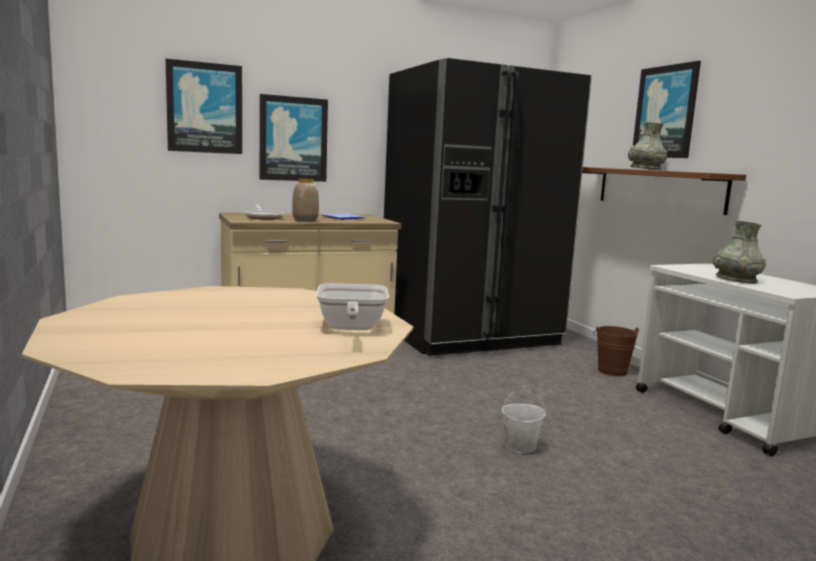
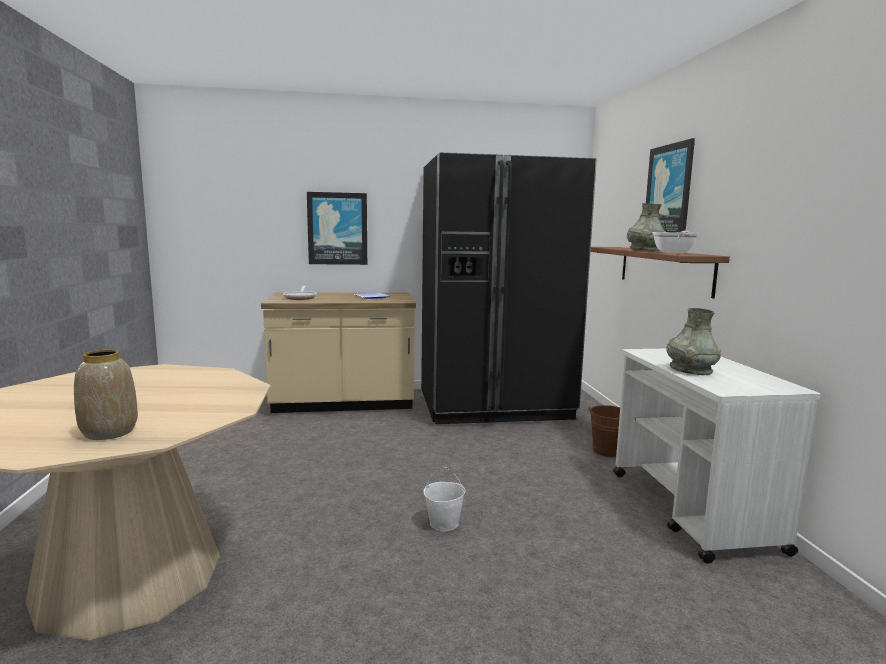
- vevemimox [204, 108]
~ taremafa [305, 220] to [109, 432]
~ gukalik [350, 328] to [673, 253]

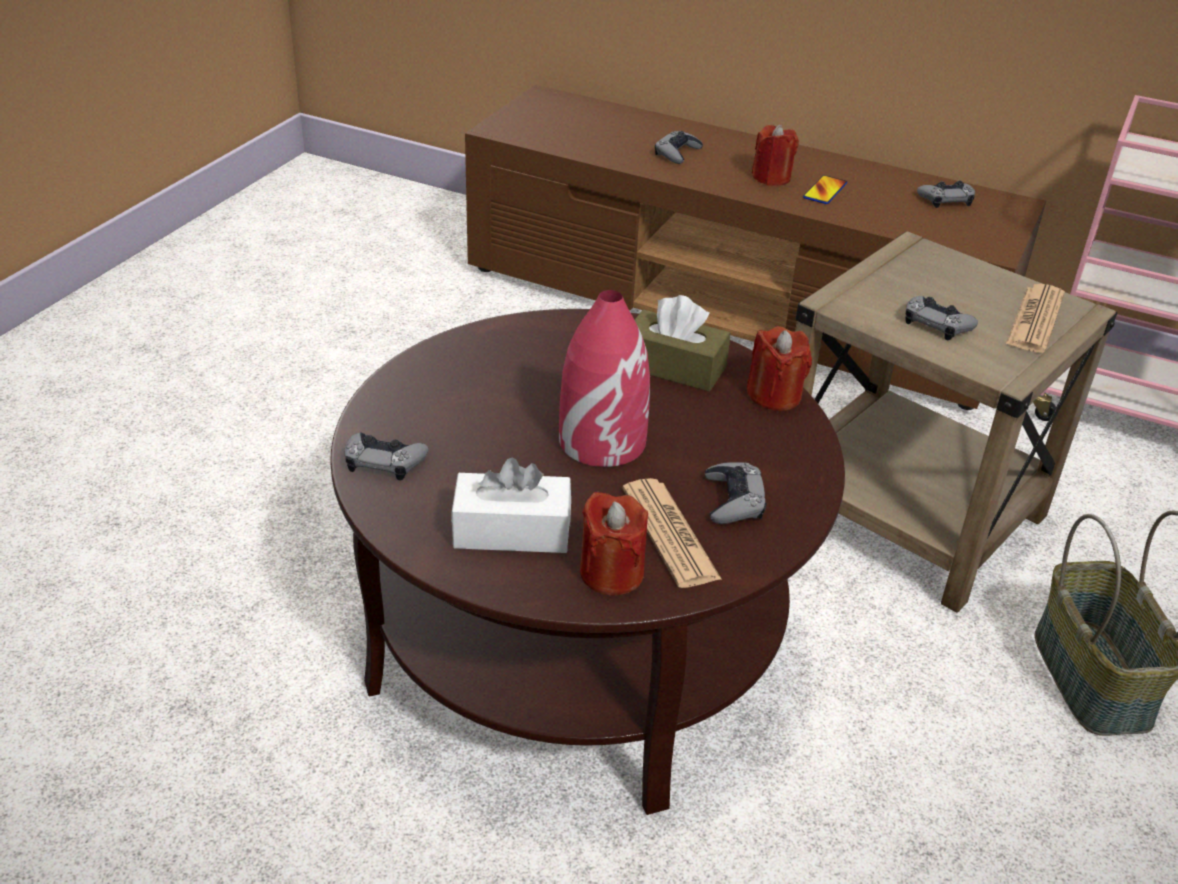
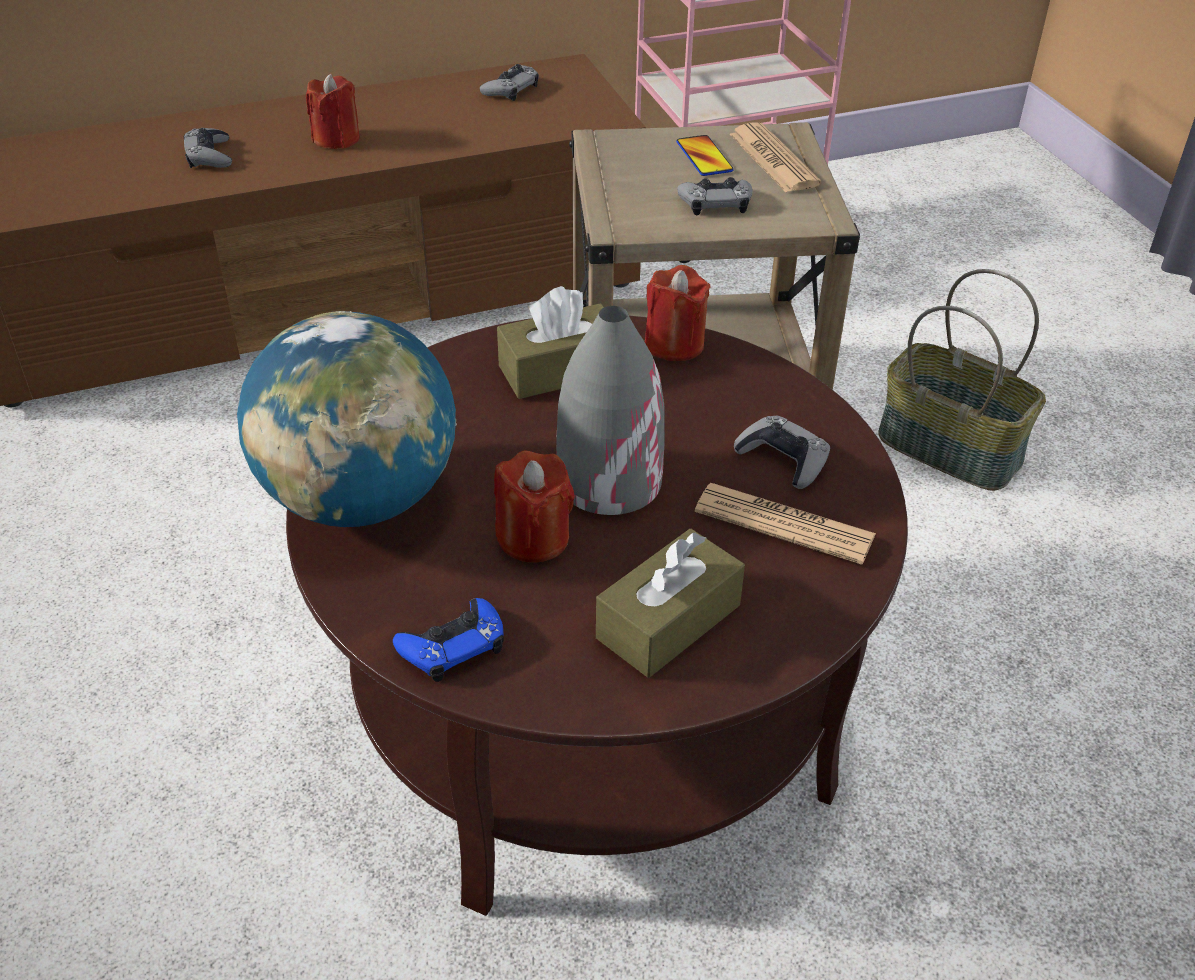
~ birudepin [825, 191] to [704, 157]
~ taremafa (red) [601, 440] to taremafa (grey) [608, 480]
~ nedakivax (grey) [384, 461] to nedakivax (blue) [453, 646]
~ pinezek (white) [512, 531] to pinezek (brown) [668, 621]
~ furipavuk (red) [611, 573] to [533, 538]
+ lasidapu [360, 499]

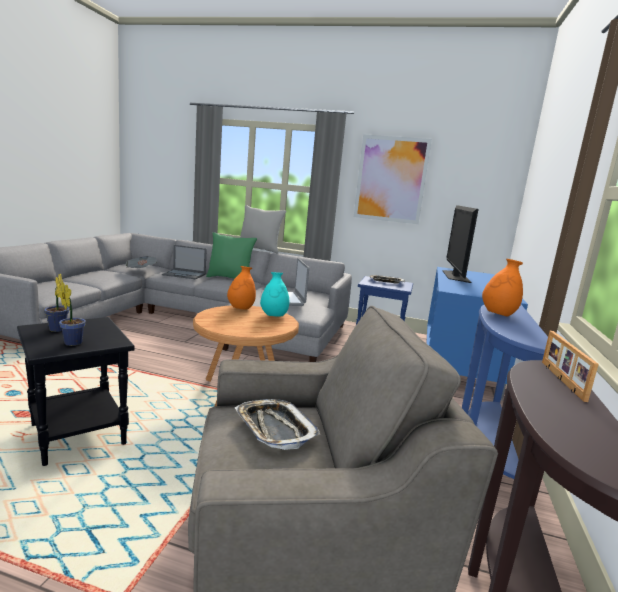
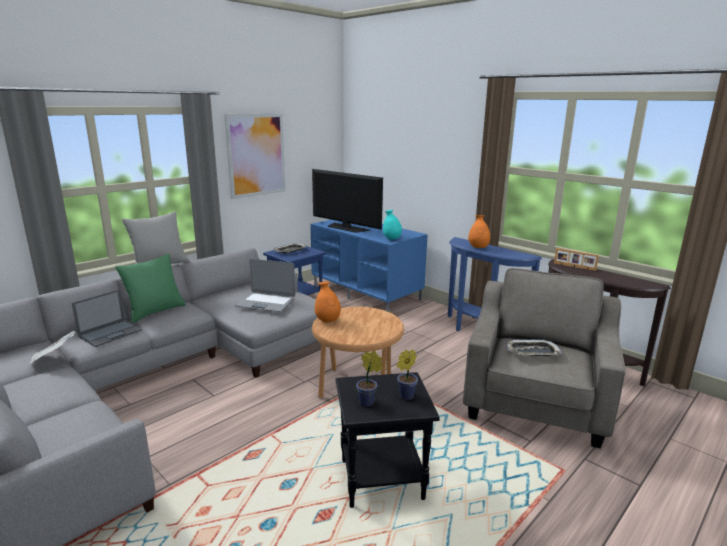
~ taremafa (turquoise) [274, 316] to [392, 239]

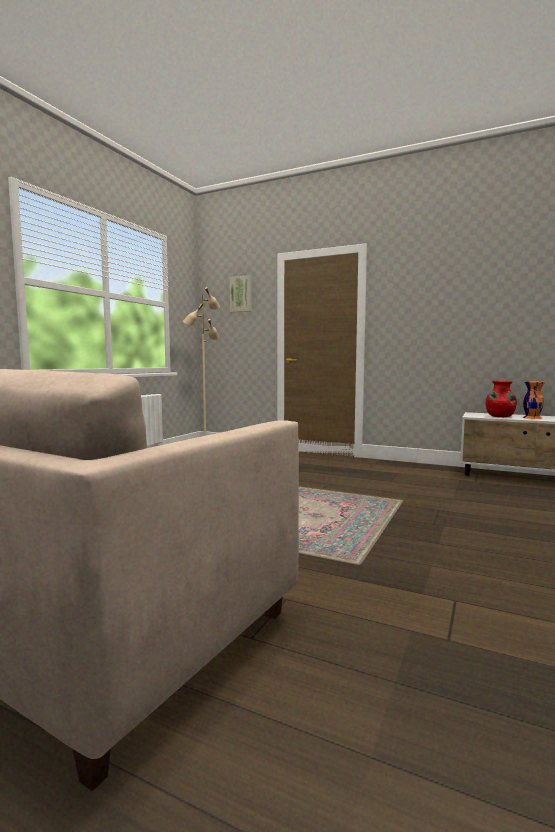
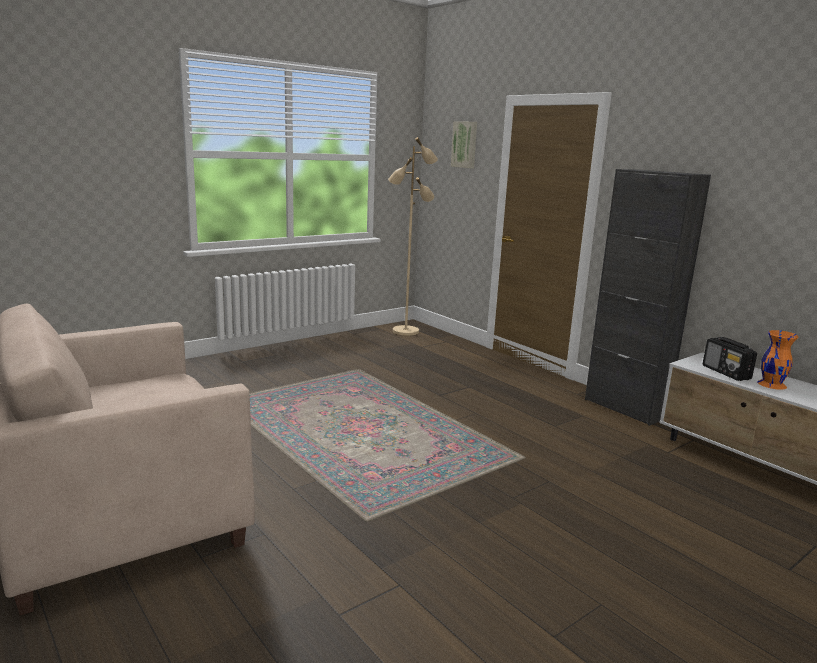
~ taremafa (red) [500, 416] to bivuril [726, 373]
+ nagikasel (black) [625, 408]

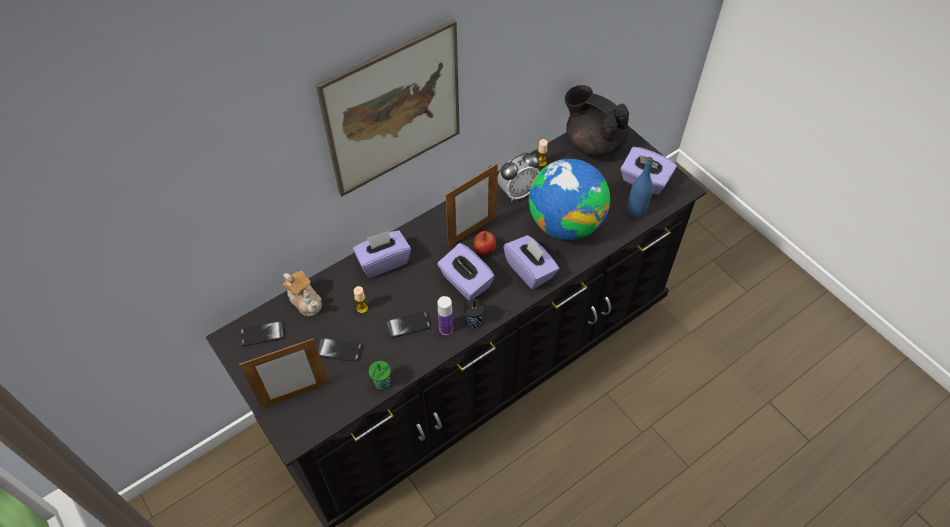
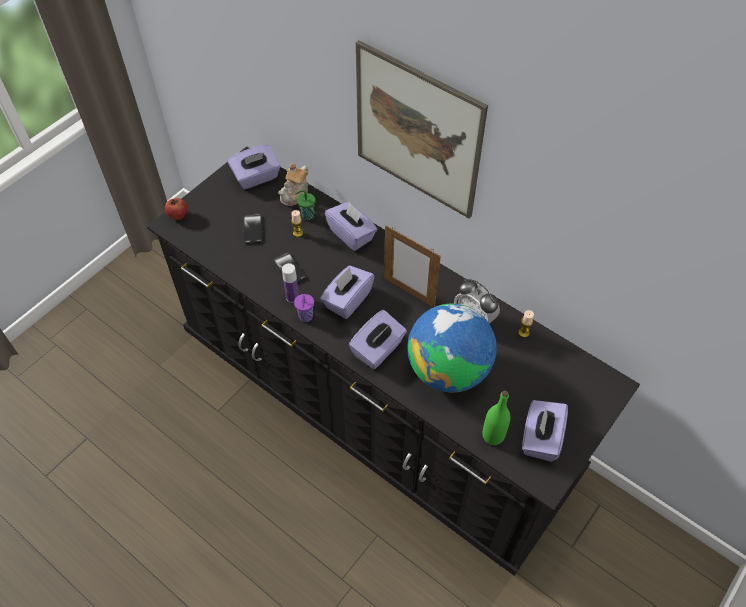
- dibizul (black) [593, 143]
~ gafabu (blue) [636, 210] to gafabu (green) [493, 436]
~ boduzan [484, 250] to [178, 216]
~ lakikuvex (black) [475, 322] to lakikuvex (purple) [305, 317]
~ birudepin [262, 334] to pinezek (purple) [256, 177]
- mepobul [295, 395]
~ lakikuvex (green) [381, 384] to [307, 215]

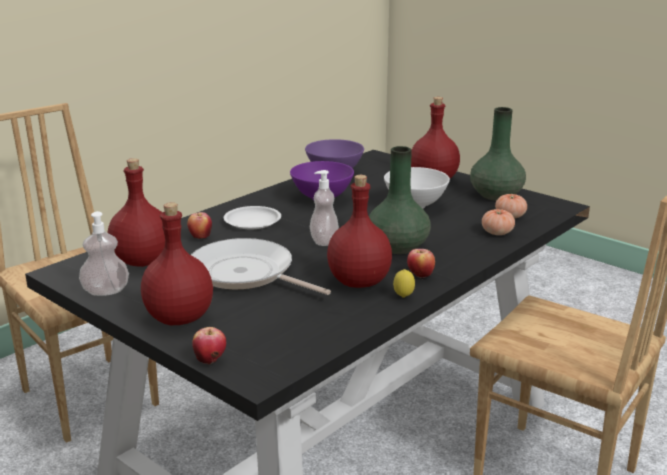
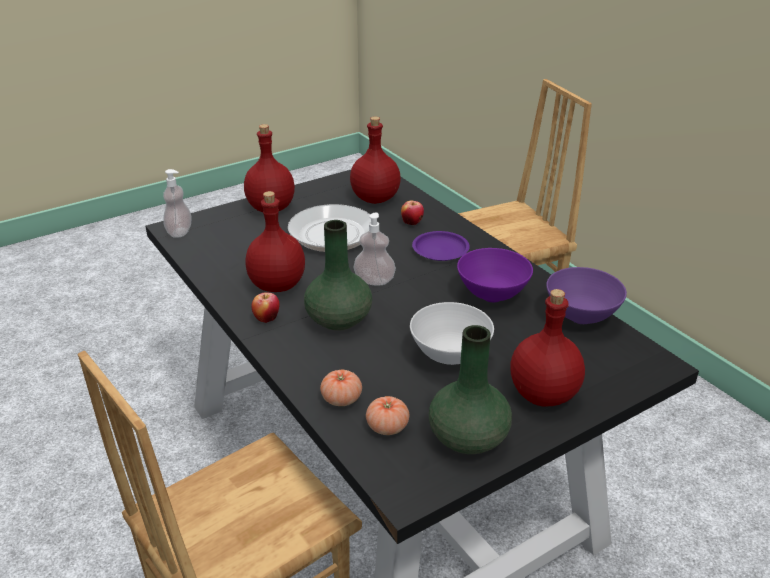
~ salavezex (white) [253, 221] to salavezex (purple) [441, 250]
~ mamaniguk [106, 291] to [179, 232]
- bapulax [403, 297]
- boduzan [210, 360]

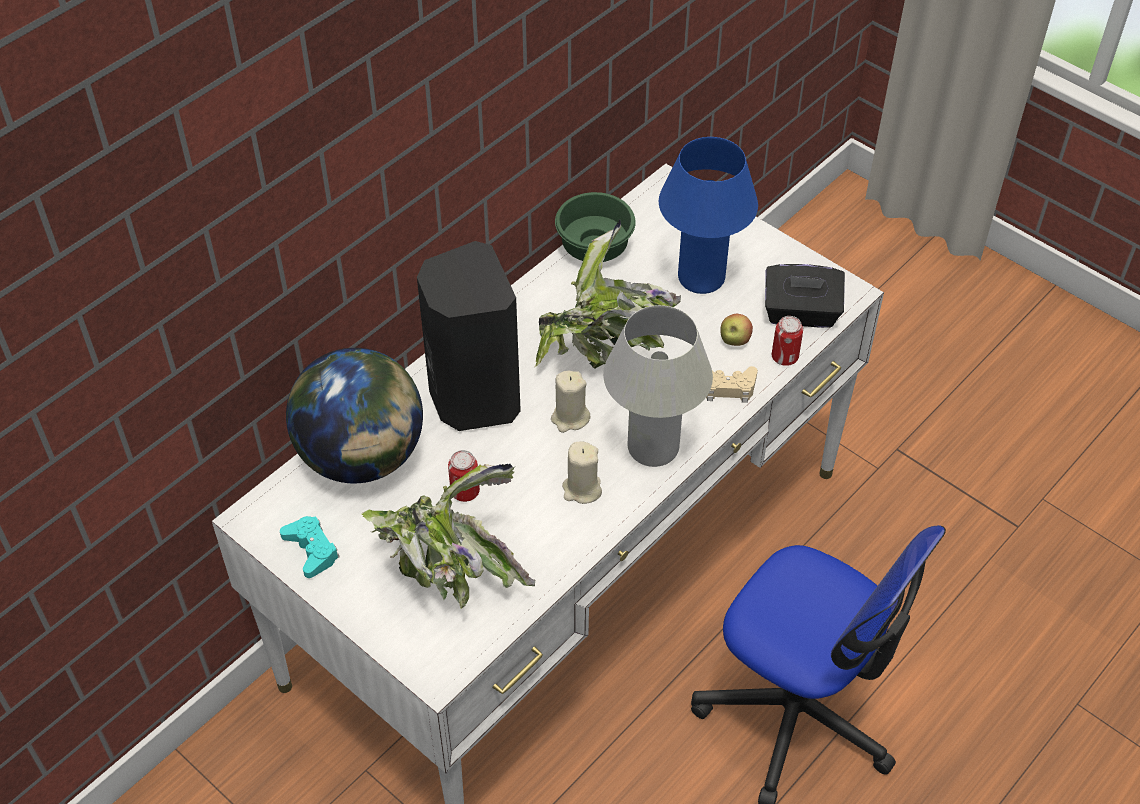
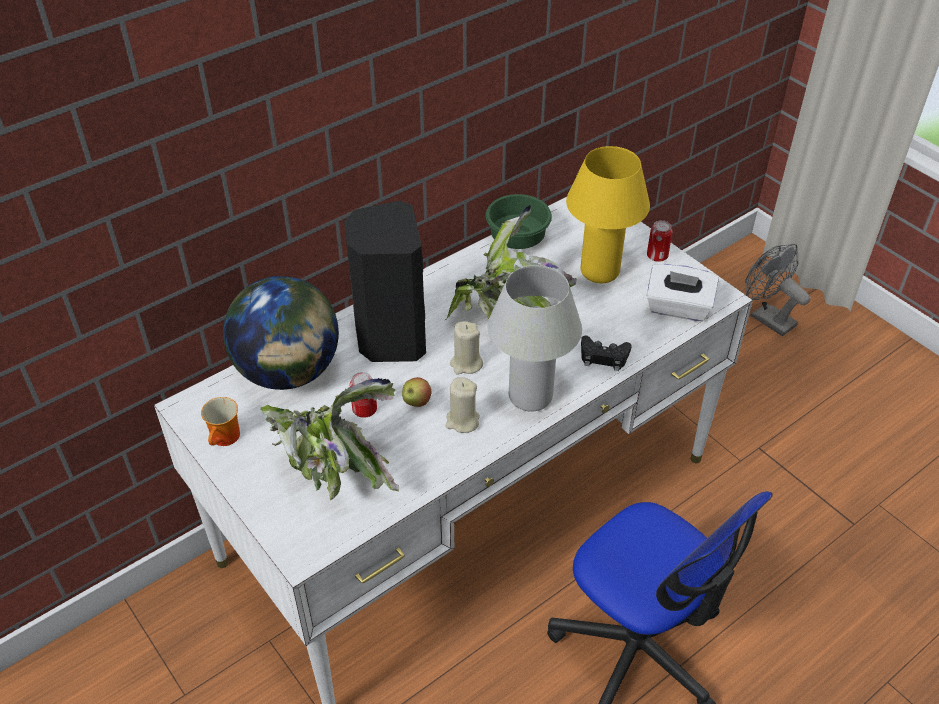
~ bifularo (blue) [701, 278] to bifularo (yellow) [599, 271]
~ pinezek (black) [800, 314] to pinezek (white) [678, 308]
~ boduzan [734, 341] to [416, 402]
~ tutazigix [784, 357] to [657, 256]
~ nedakivax (beige) [727, 387] to nedakivax (black) [603, 357]
~ nedakivax (turquoise) [311, 550] to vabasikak [226, 438]
+ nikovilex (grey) [766, 318]

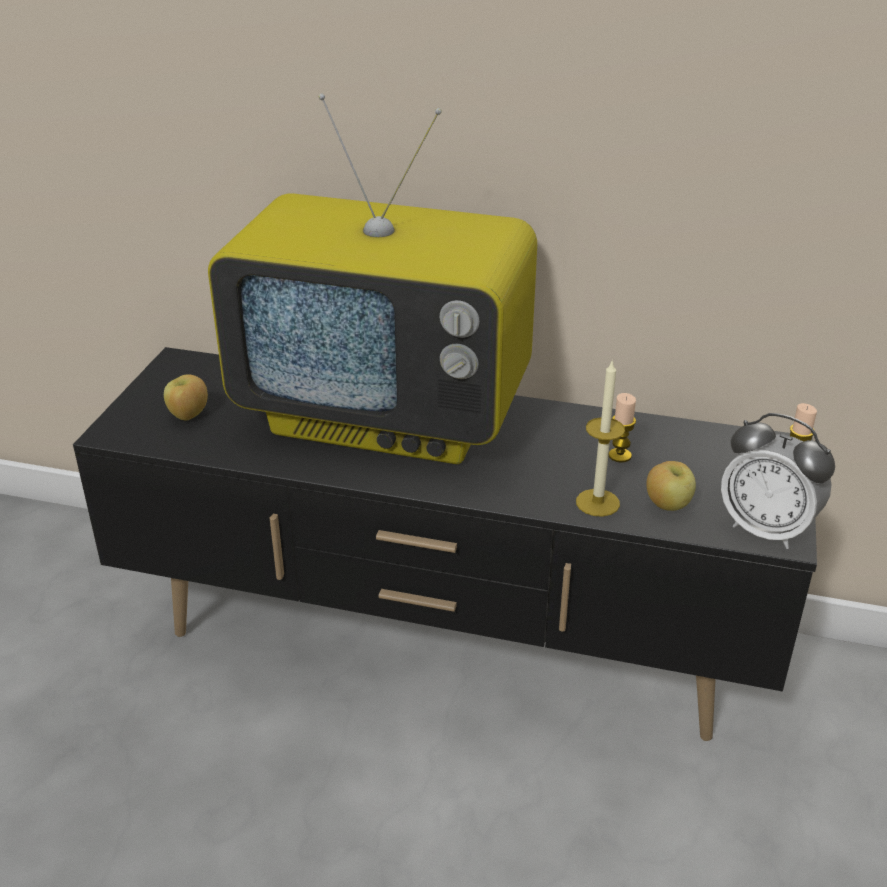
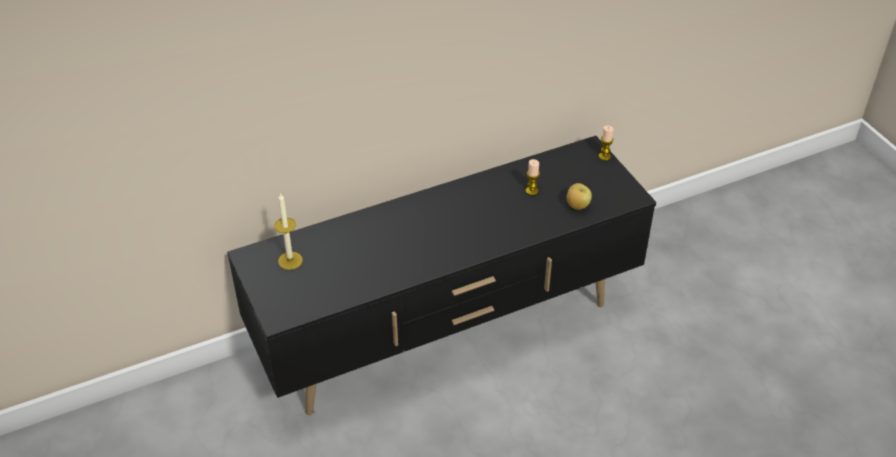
- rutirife [387, 416]
~ furipavuk [597, 502] to [290, 260]
- boduzan [188, 416]
- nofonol [766, 529]

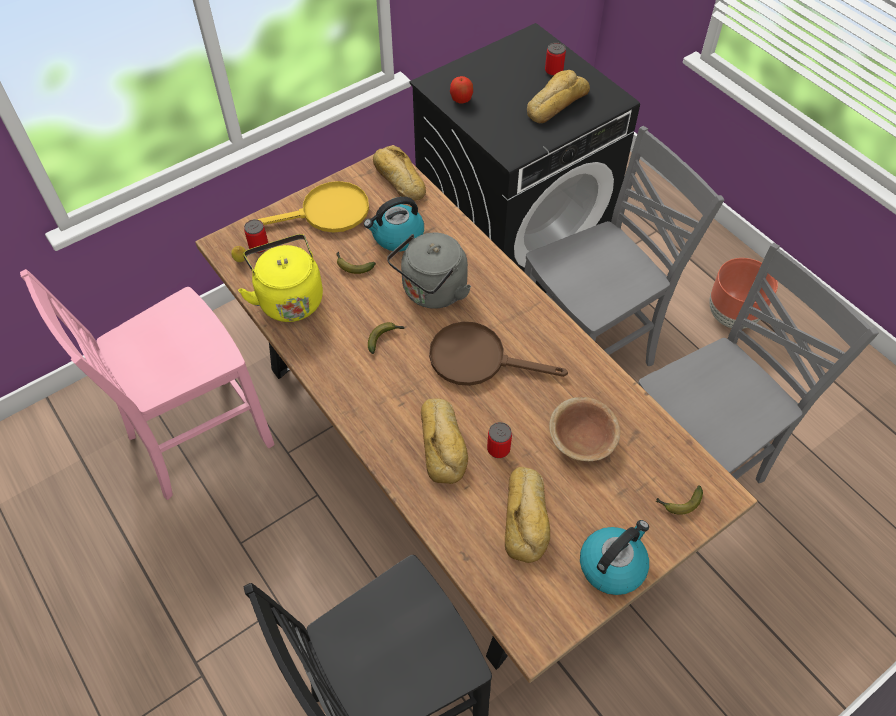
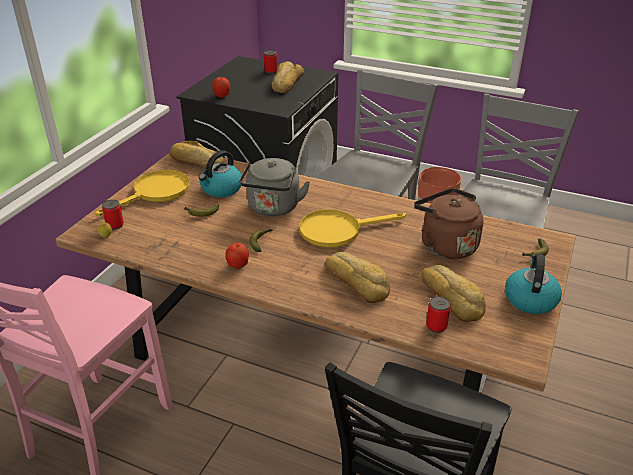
- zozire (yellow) [289, 298]
~ gukalik (brown) [478, 359] to gukalik (yellow) [338, 230]
~ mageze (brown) [582, 438] to zozire (brown) [445, 245]
~ tutazigix [498, 449] to [436, 326]
+ boduzan [238, 265]

